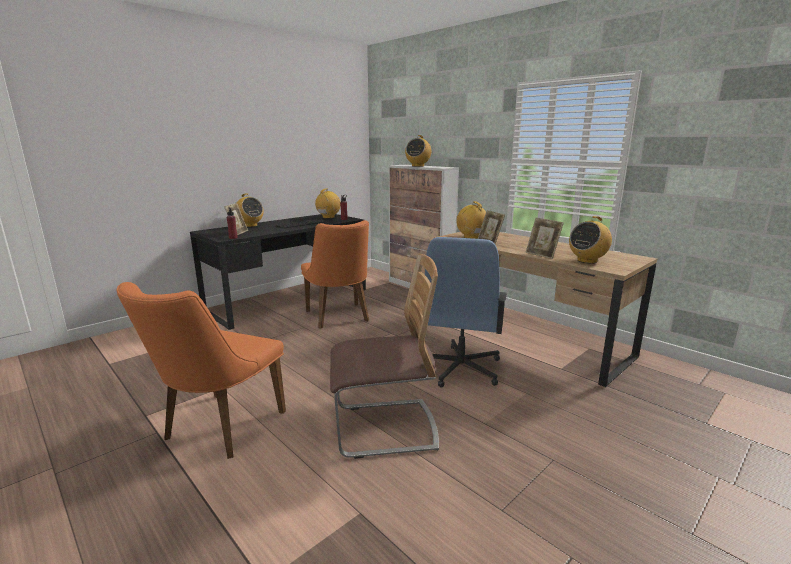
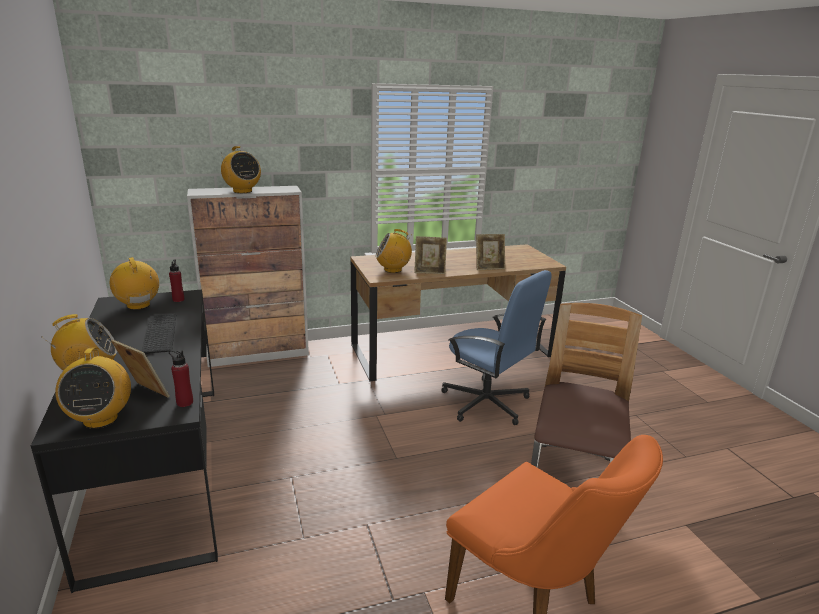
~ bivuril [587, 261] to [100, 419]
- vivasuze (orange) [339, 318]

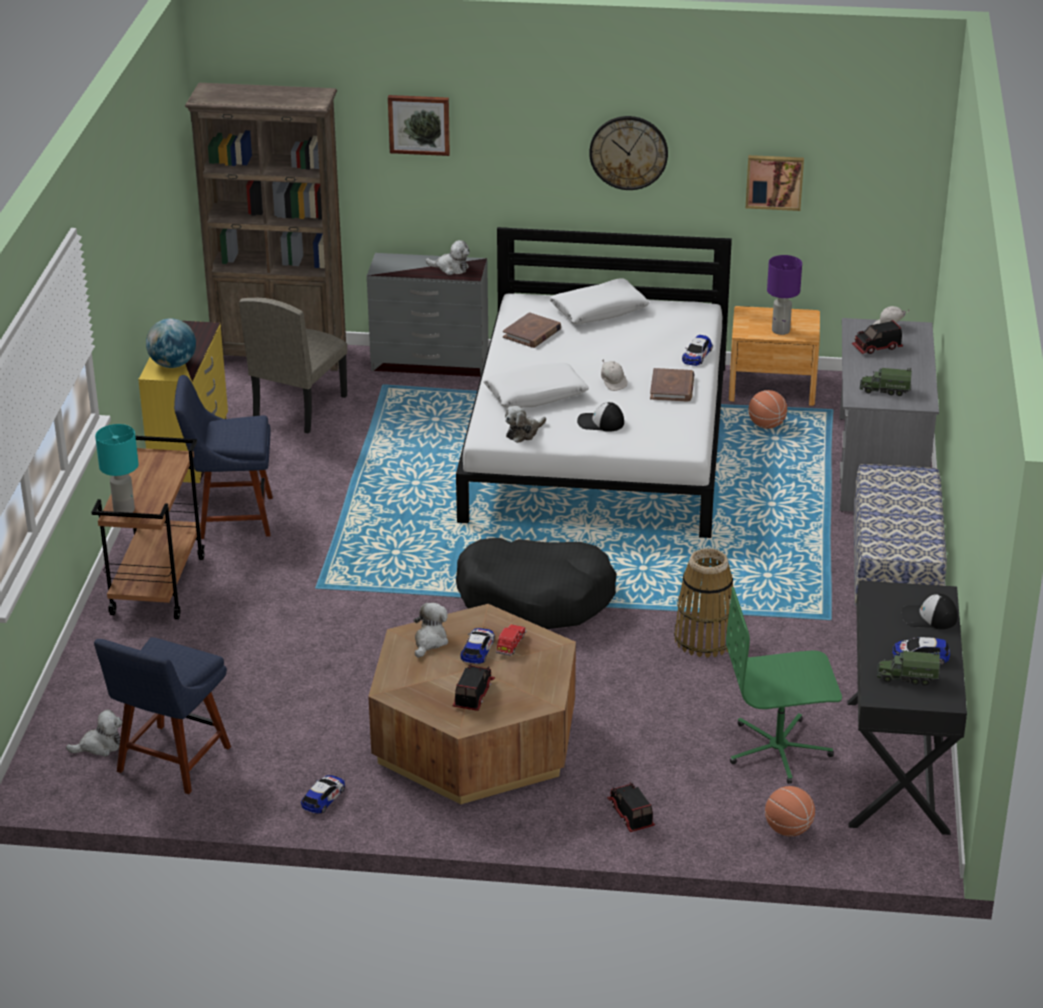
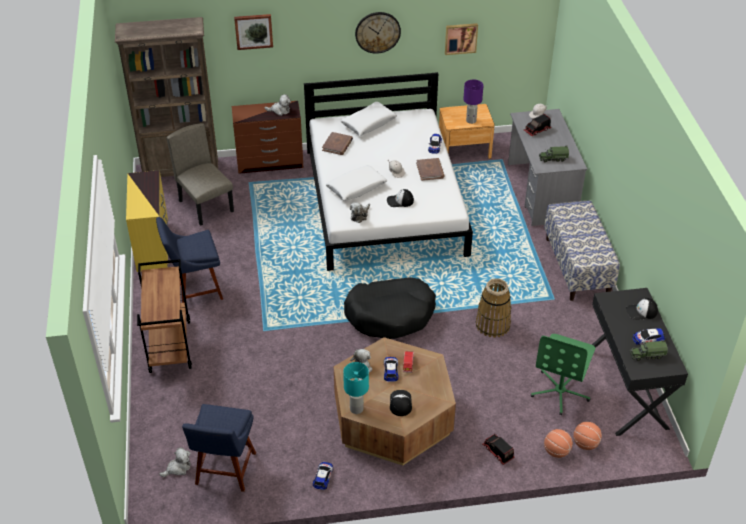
~ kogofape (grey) [430, 363] to kogofape (brown) [270, 163]
~ vivasuze (beige) [299, 408] = [206, 206] 135 degrees clockwise
- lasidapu [173, 364]
~ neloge [766, 425] to [556, 451]
~ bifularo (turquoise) [123, 510] to [356, 409]
~ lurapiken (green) [779, 750] = [560, 391] 45 degrees counterclockwise
~ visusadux [472, 694] to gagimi [400, 403]

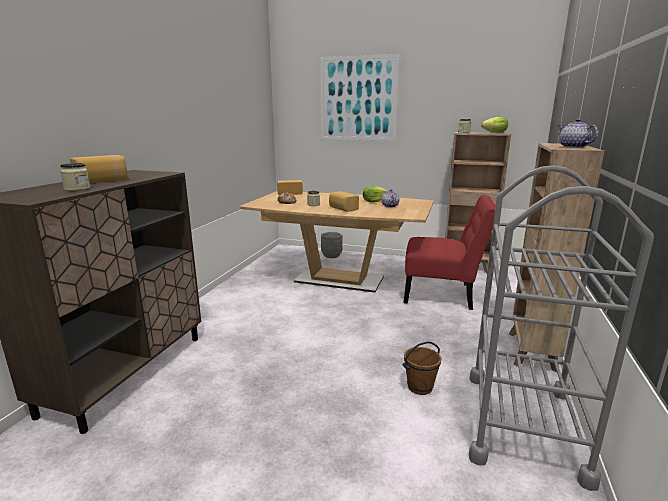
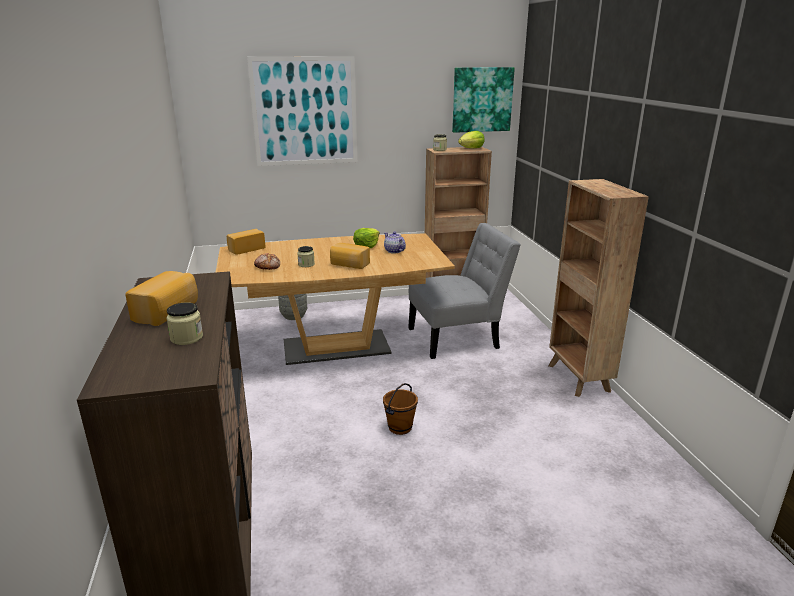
- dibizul [573, 147]
- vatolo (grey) [523, 424]
~ vivasuze (red) [442, 294] to vivasuze (grey) [458, 338]
~ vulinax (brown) [420, 387] to [400, 428]
+ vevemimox [482, 99]

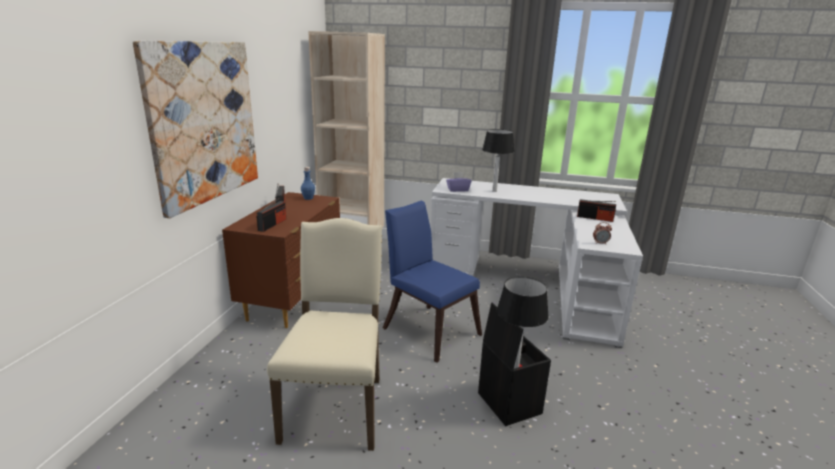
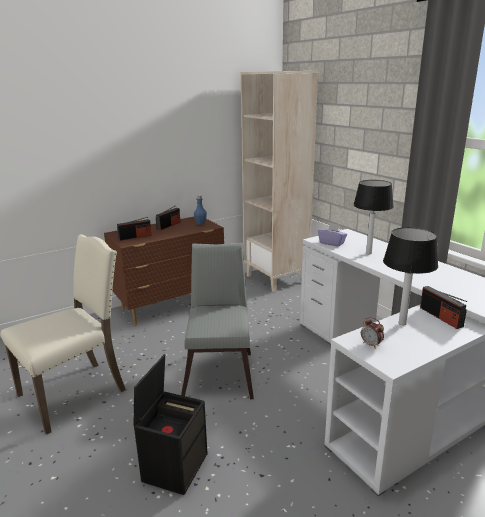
- vevemimox [204, 122]
~ vivasuze (blue) [428, 328] to vivasuze (grey) [220, 371]
~ bifularo [515, 369] to [401, 323]

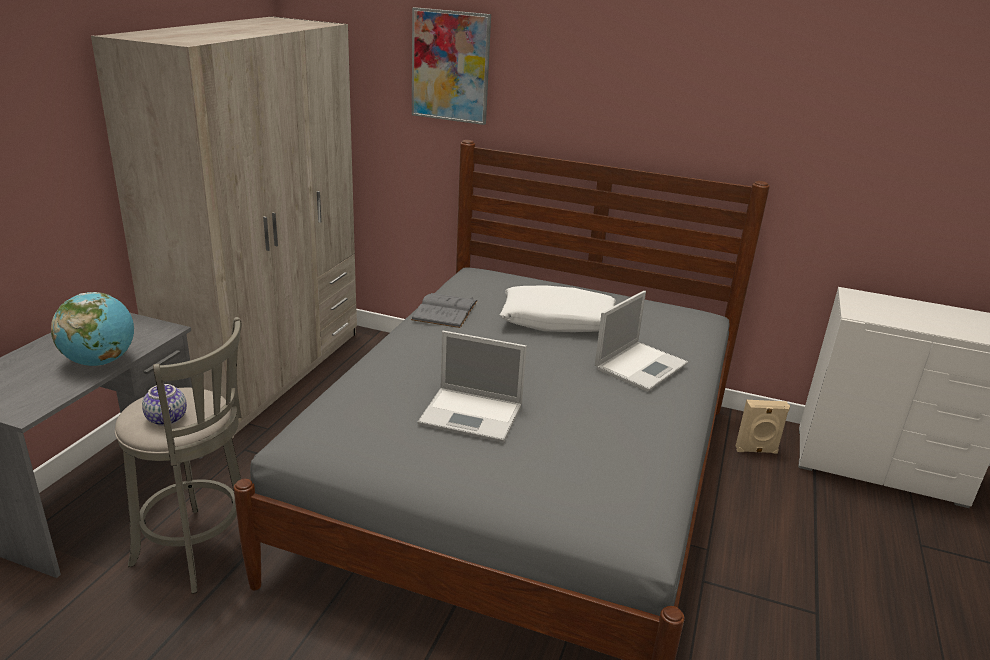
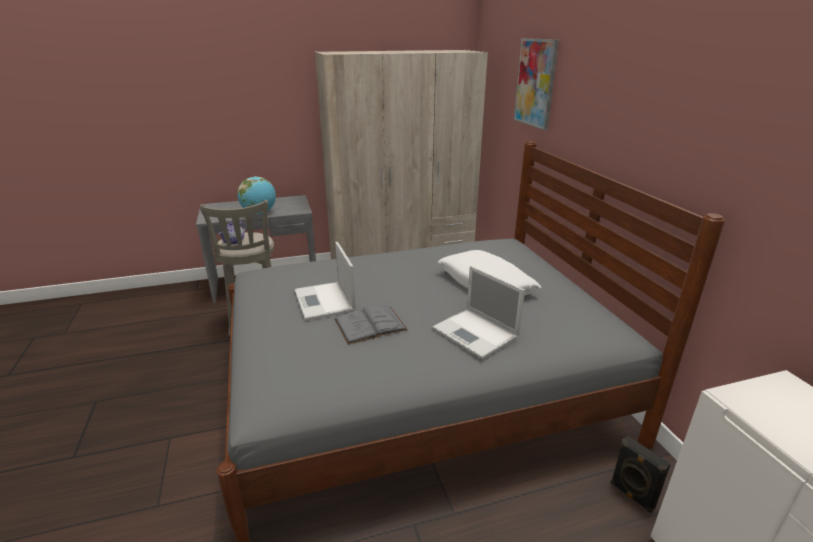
~ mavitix [641, 365] = [476, 333] 45 degrees clockwise
~ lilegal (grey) [445, 310] to [370, 324]
~ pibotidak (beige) [756, 451] to pibotidak (black) [631, 495]

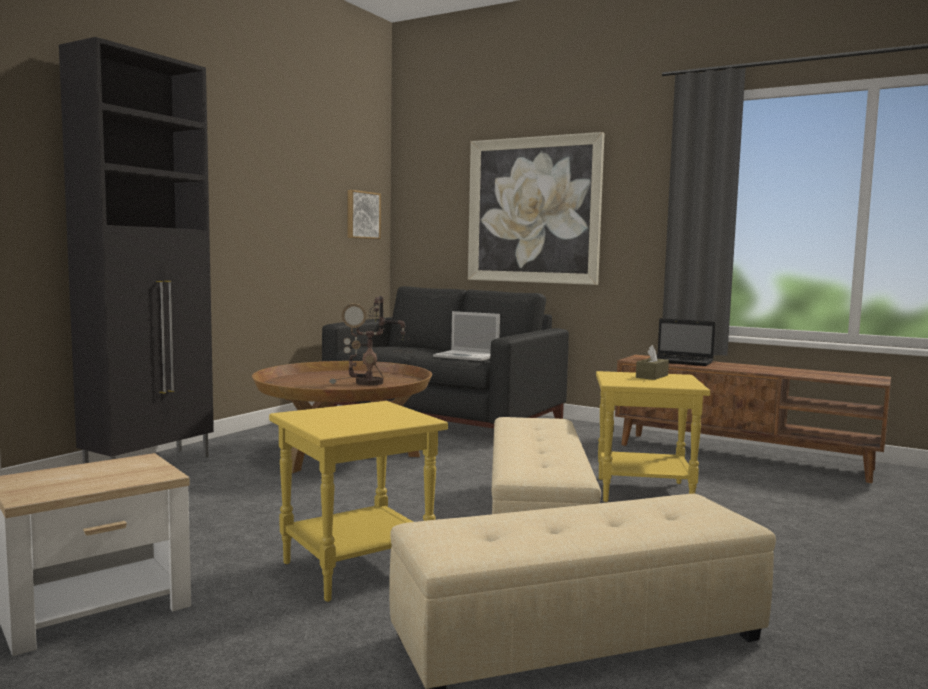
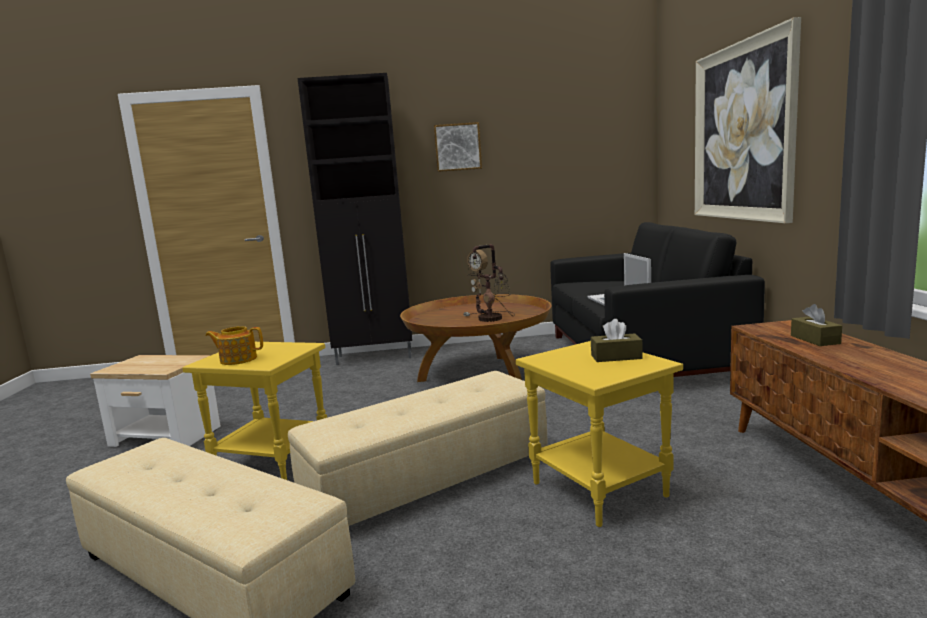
~ vevemimox [362, 215] to [457, 147]
~ mavitix [682, 361] to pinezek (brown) [815, 339]
+ dibizul [238, 359]

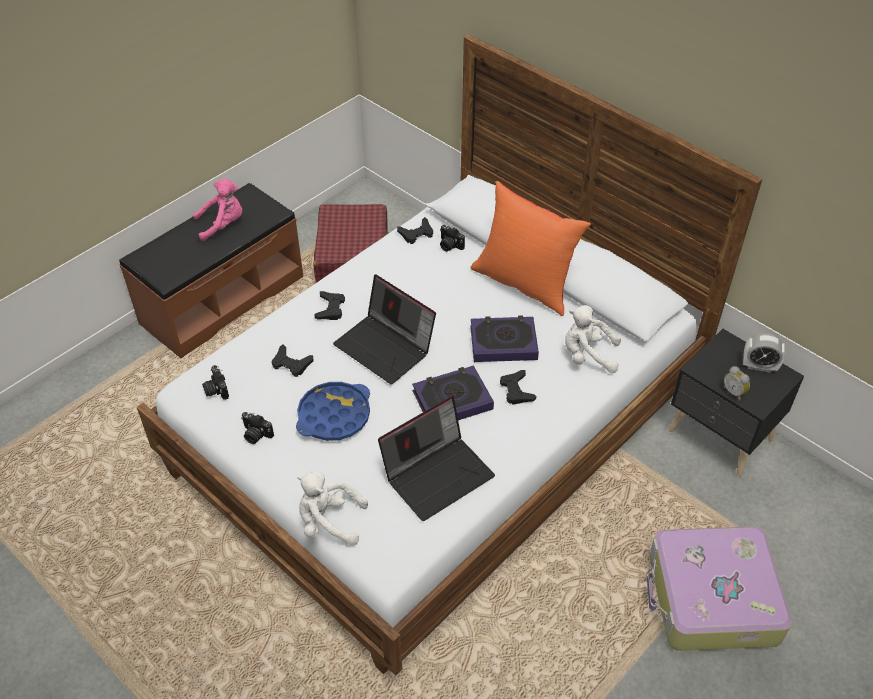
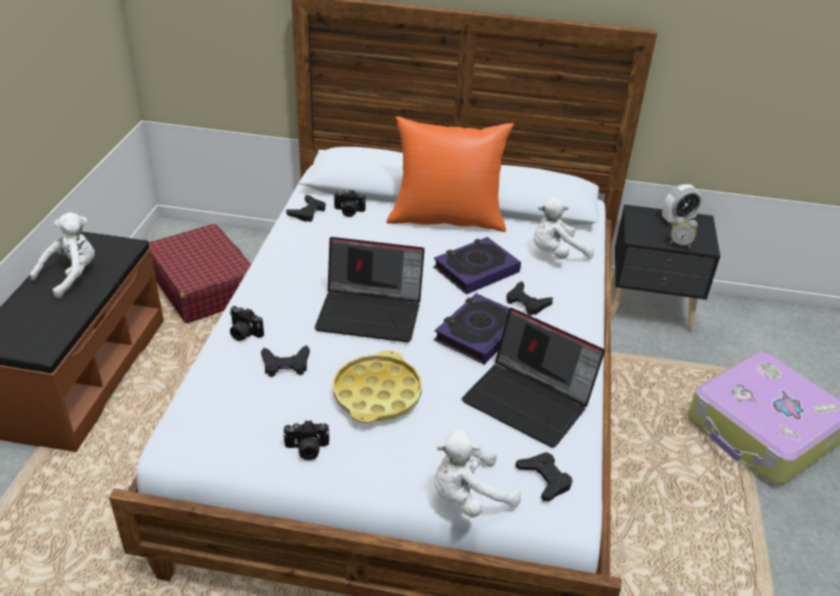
~ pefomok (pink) [223, 225] to pefomok (white) [72, 275]
~ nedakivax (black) [330, 308] to [544, 479]
~ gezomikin [216, 390] to [243, 333]
~ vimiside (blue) [334, 416] to vimiside (yellow) [377, 394]
~ mavitix [438, 474] = [529, 401] 105 degrees clockwise

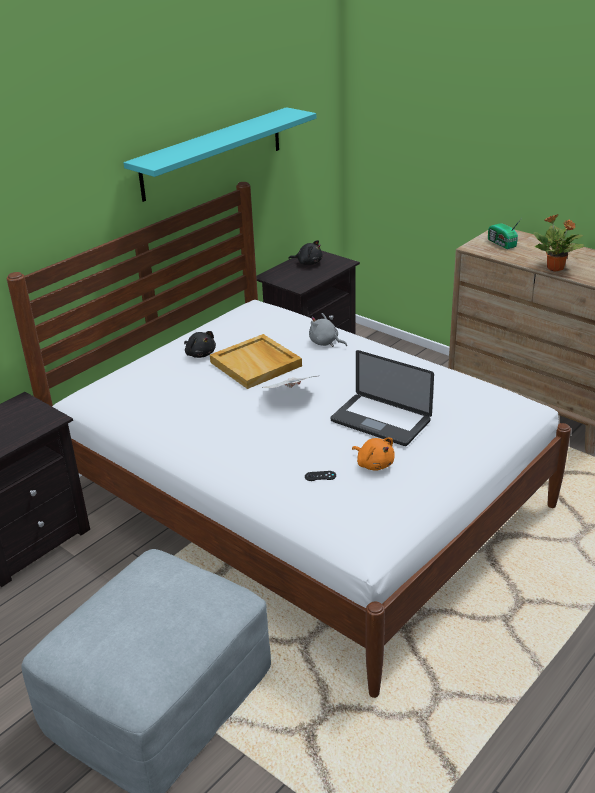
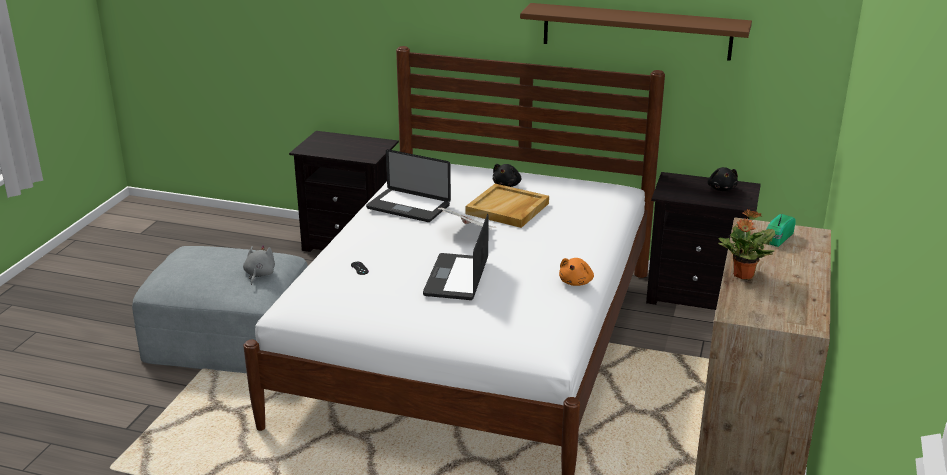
~ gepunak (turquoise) [213, 153] to gepunak (brown) [636, 31]
~ pefomok (grey) [325, 343] to [259, 275]
~ pefomok (orange) [374, 464] to [576, 282]
+ mavitix [408, 207]

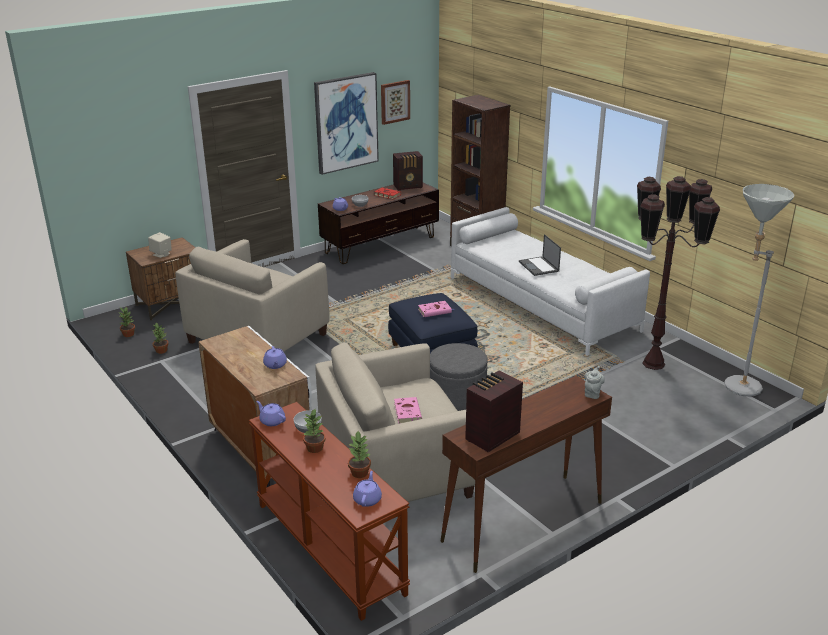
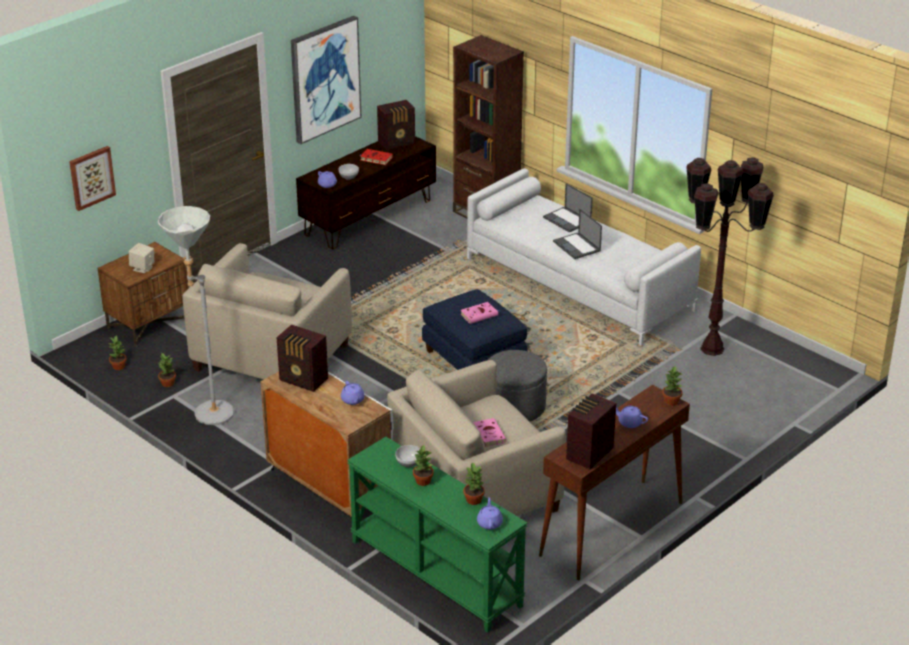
~ vevemimox [394, 101] to [91, 177]
~ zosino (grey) [734, 385] to [206, 412]
~ dibizul (grey) [592, 393] to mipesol [671, 401]
~ dibizul (purple) [272, 421] to [629, 422]
~ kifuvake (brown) [328, 548] to kifuvake (green) [434, 573]
+ mavitix [567, 220]
+ bivuril [304, 380]

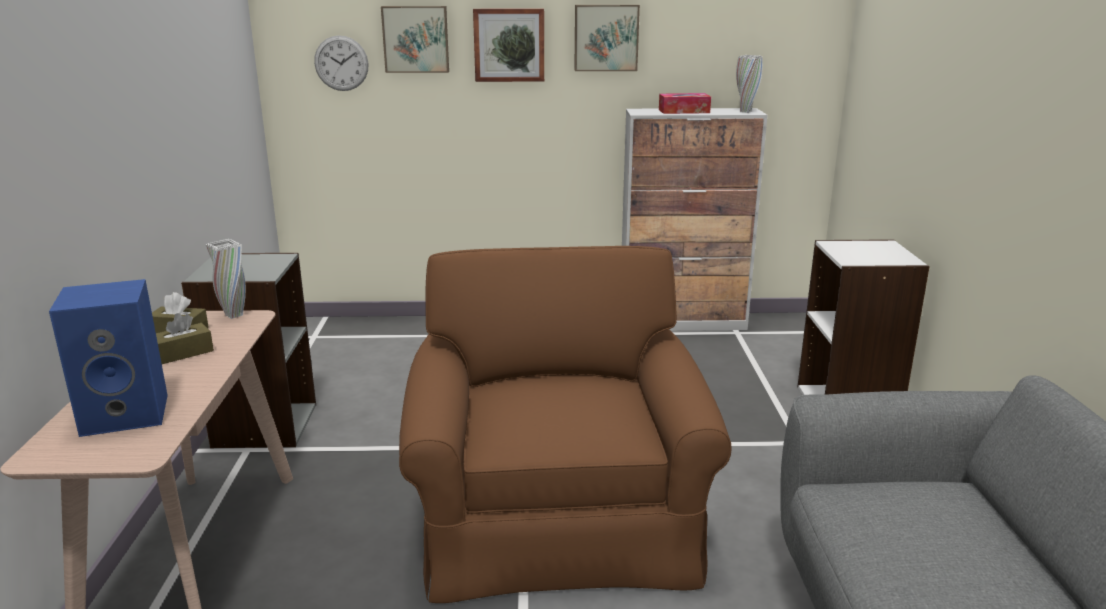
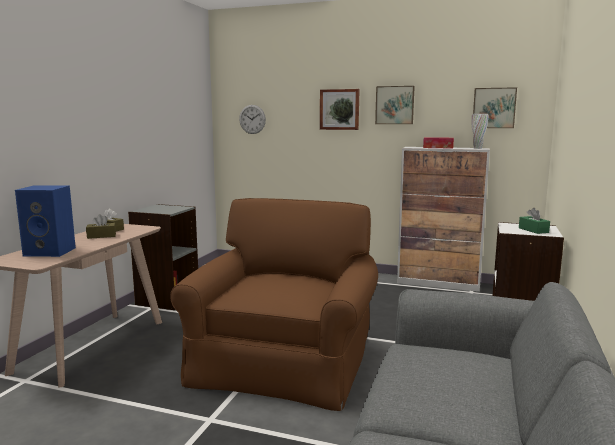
~ vevemimox [416, 39] to [494, 108]
- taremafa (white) [234, 315]
+ pinezek (green) [533, 230]

